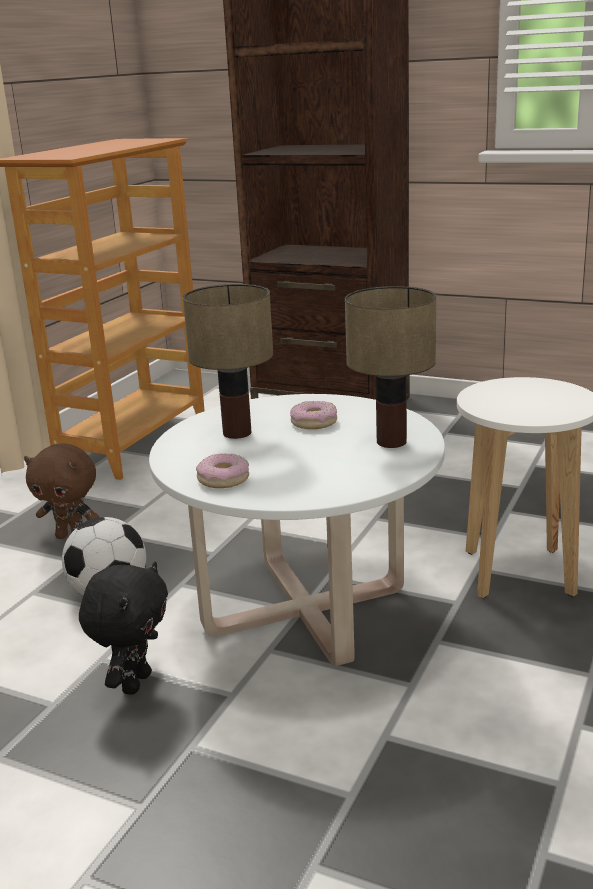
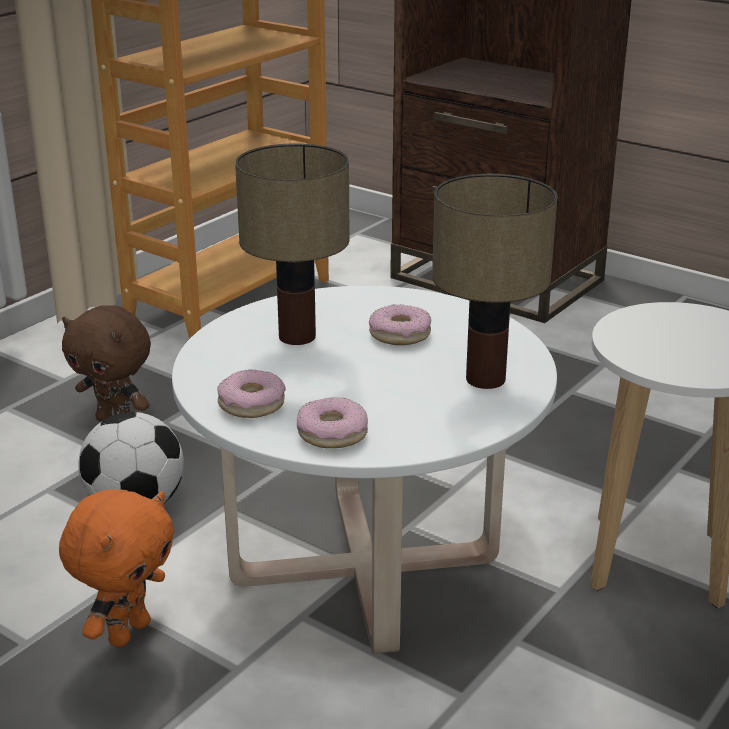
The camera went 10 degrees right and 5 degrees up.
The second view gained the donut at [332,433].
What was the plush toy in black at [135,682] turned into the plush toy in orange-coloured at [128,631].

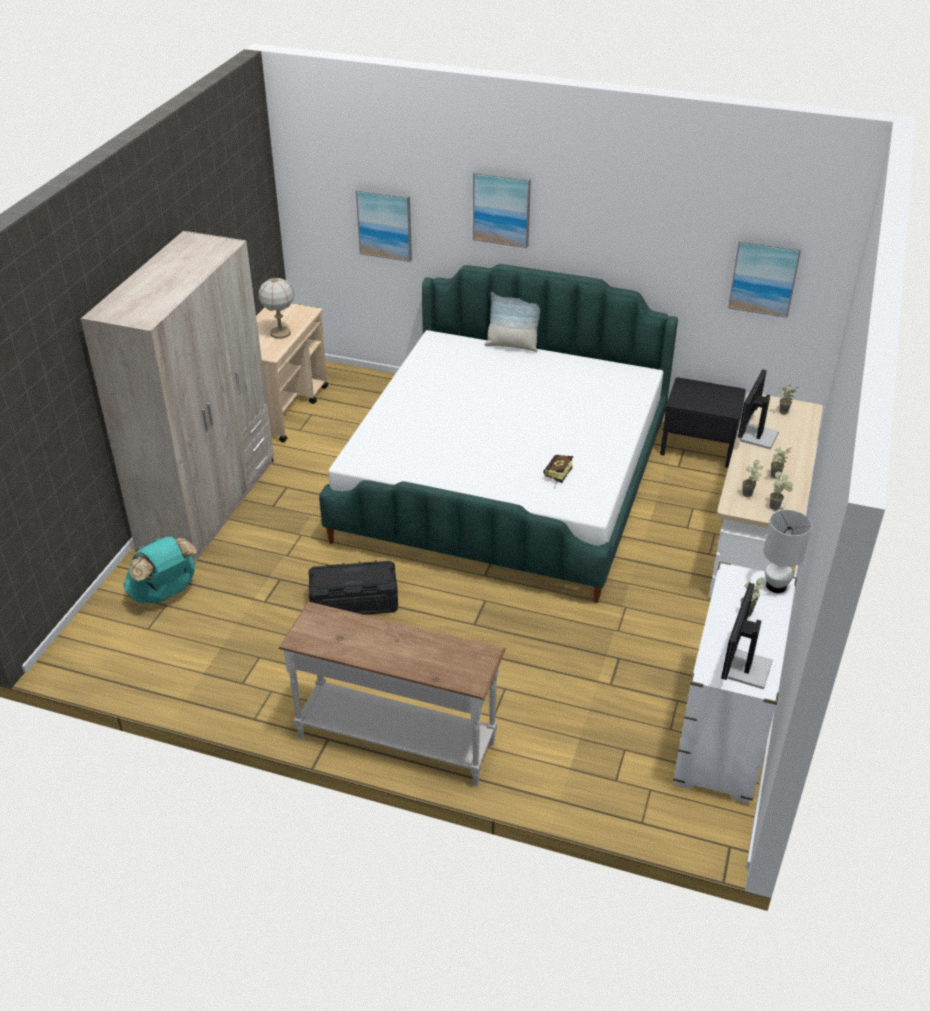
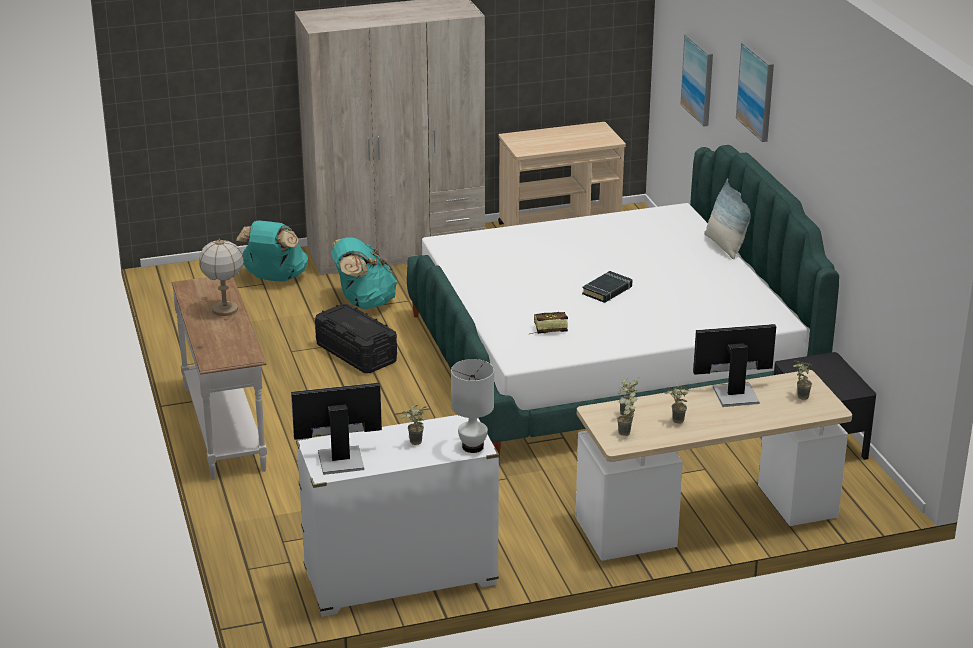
The camera went 55 degrees right and 10 degrees down.
The second view lost the wall art at [764,277].
The second view gained the rucksack in blue-green at [364,302].
The second view gained the bound book in black at [607,290].
The tabletop lamp ended up elsewhere, having gone from [280,333] to [225,309].

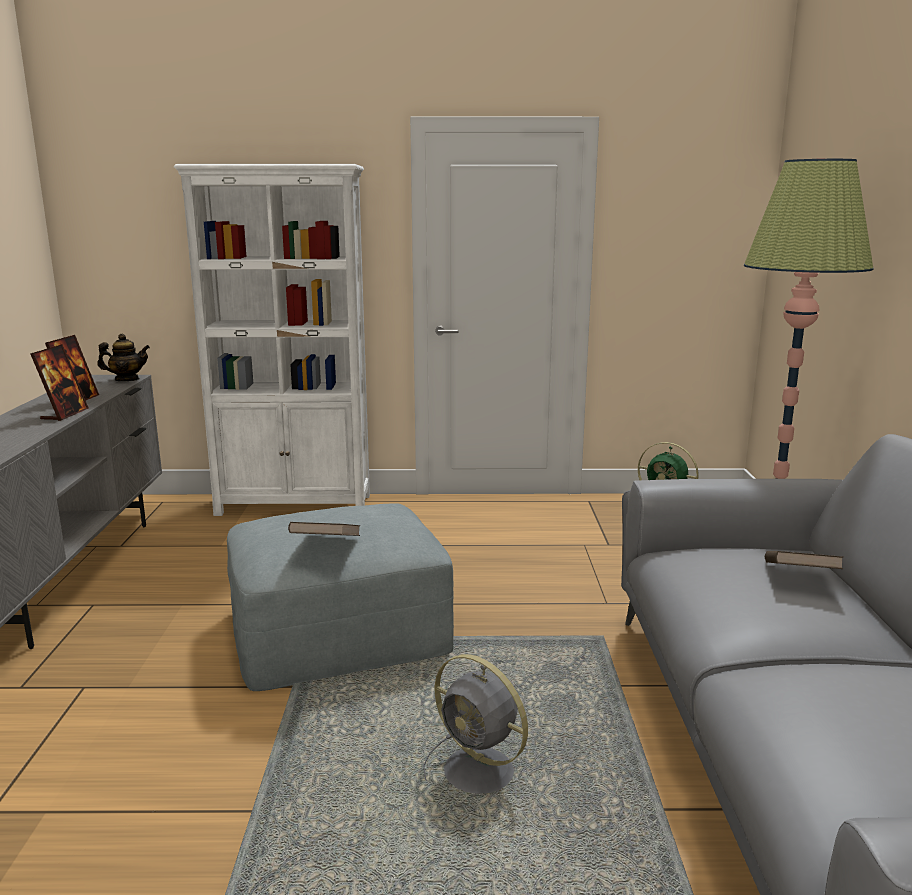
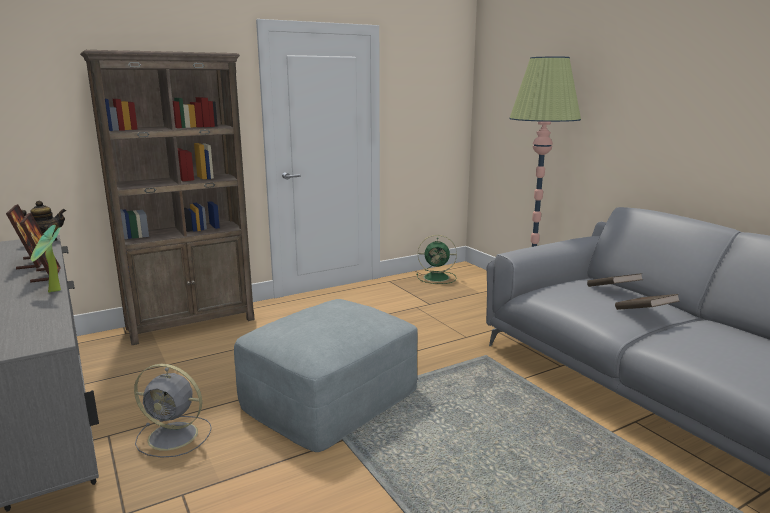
The camera went 30 degrees left and 0 degrees up.
The second view gained the houseplant at [53,292].
The bound book in brownish ended up elsewhere, having gone from [326,546] to [644,314].
The fan in gray ended up elsewhere, having gone from [481,772] to [175,436].
What was the shelving unit in whitish at [295,505] turned into the shelving unit in brownish at [192,323].

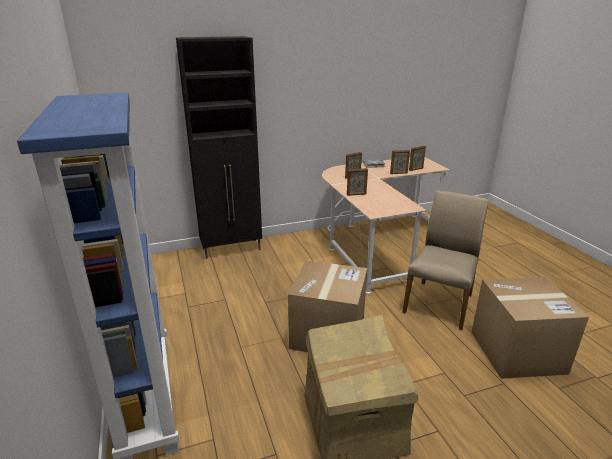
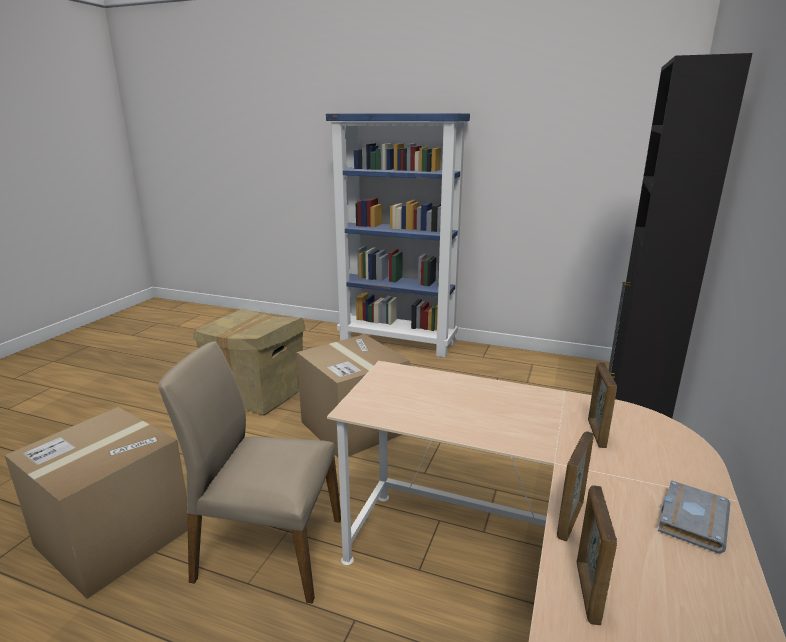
The camera went 130 degrees right and 5 degrees down.
The second view lost the photo frame at [356,194].
The plain chair in sand-coloured at [439,303] ended up facing another way, 120 degrees clockwise from before.

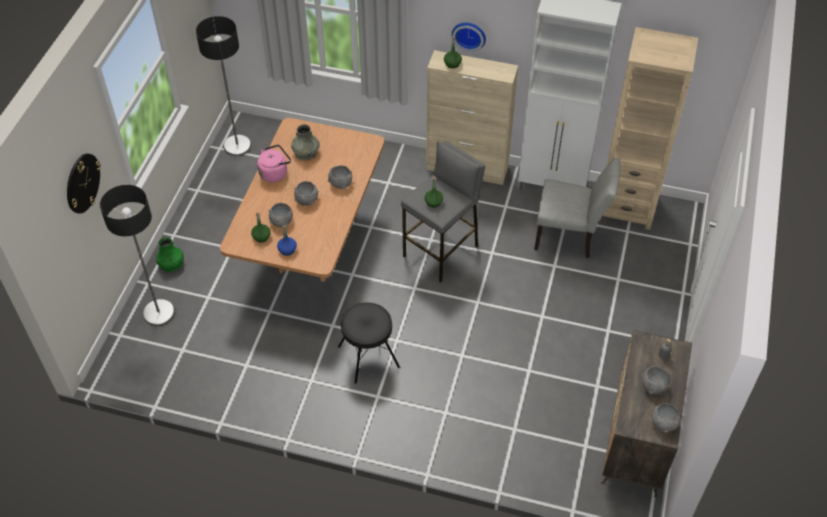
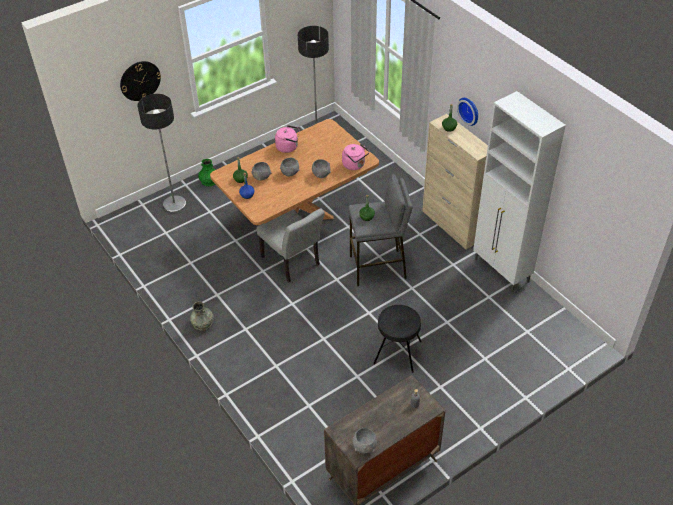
The camera went 40 degrees right and 5 degrees down.
The second view lost the shelving unit in sand-coloured at [626,207].
The second view lost the bowl in gray at [654,386].
The second view gained the kettle in pinkish at [355,165].
The vase in gray ended up elsewhere, having gone from [306,152] to [202,323].
The sitting stool in black ended up elsewhere, having gone from [368,356] to [397,352].
The plain chair in gray ended up elsewhere, having gone from [570,237] to [293,263].

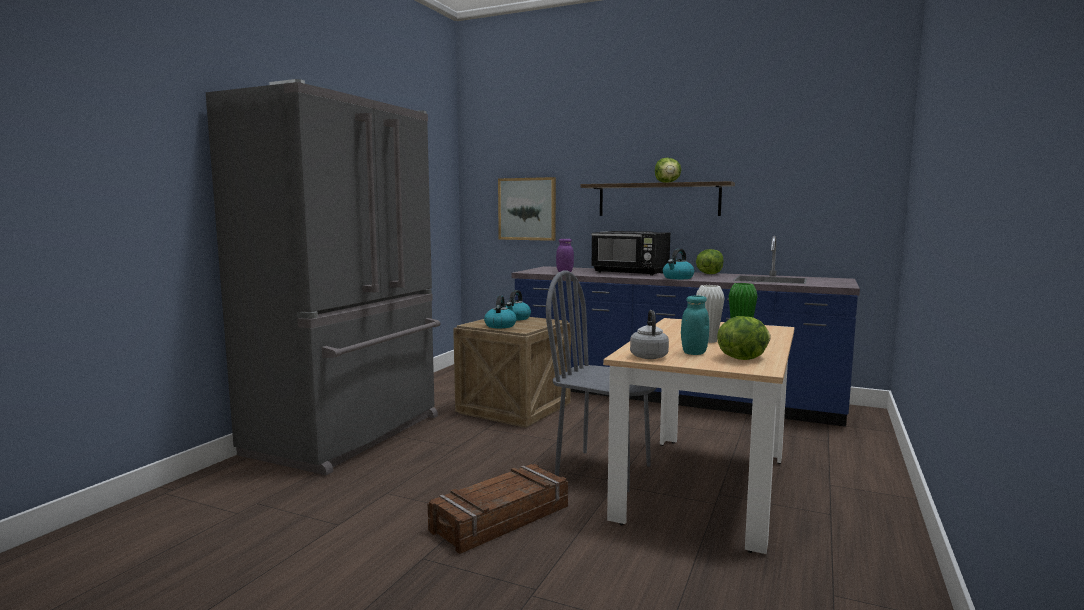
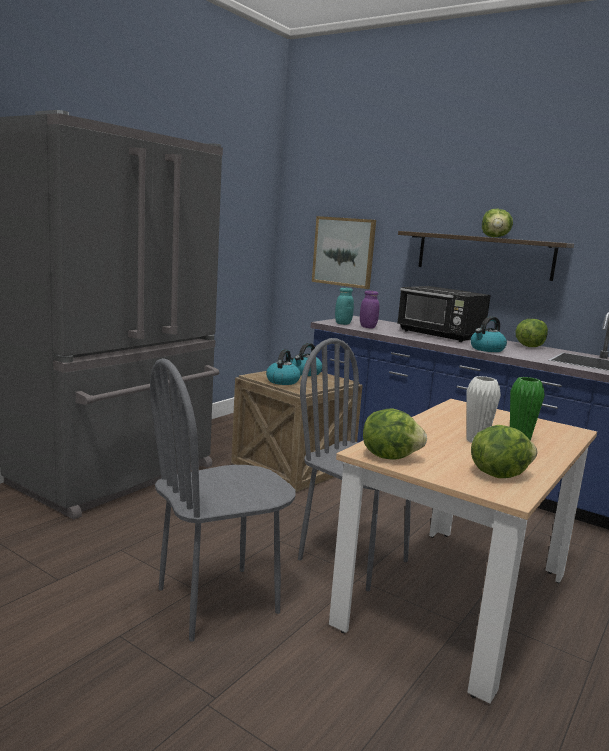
The camera went 10 degrees right and 5 degrees up.
The preserve jar in blue-green ended up elsewhere, having gone from [694,353] to [343,323].
Where the packing crate stood at [500,518], the plain chair in gray came to stand at [218,601].
Where the kettle in gray stood at [648,356], the lettuce head came to stand at [390,456].

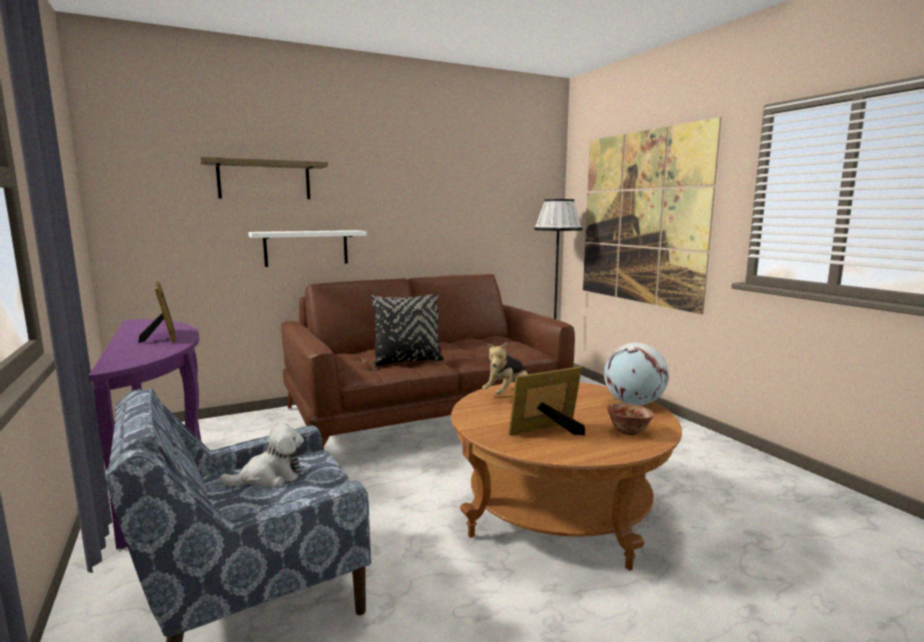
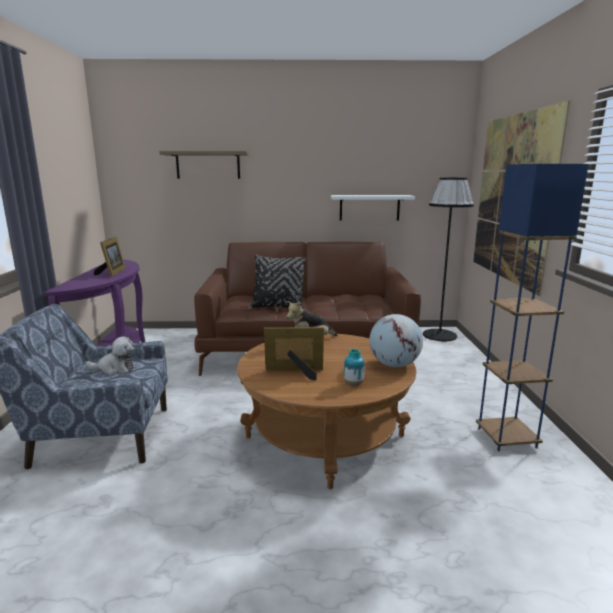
The camera went 25 degrees right and 5 degrees up.
The second view gained the standing lamp in blue-coloured at [506,438].
The shelf in whitish ended up elsewhere, having gone from [306,248] to [369,207].
Where the bowl stood at [628,431], the vase came to stand at [353,384].

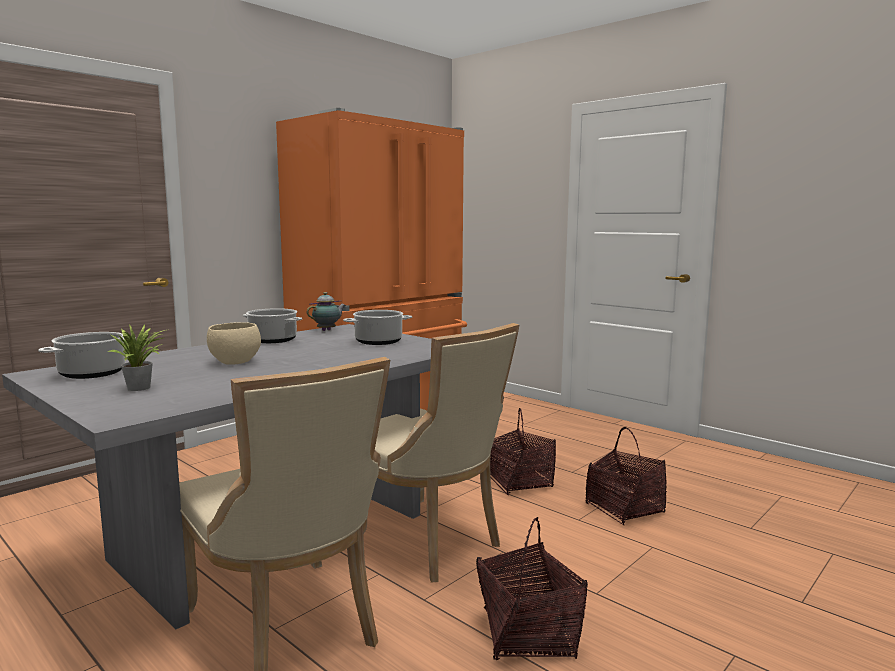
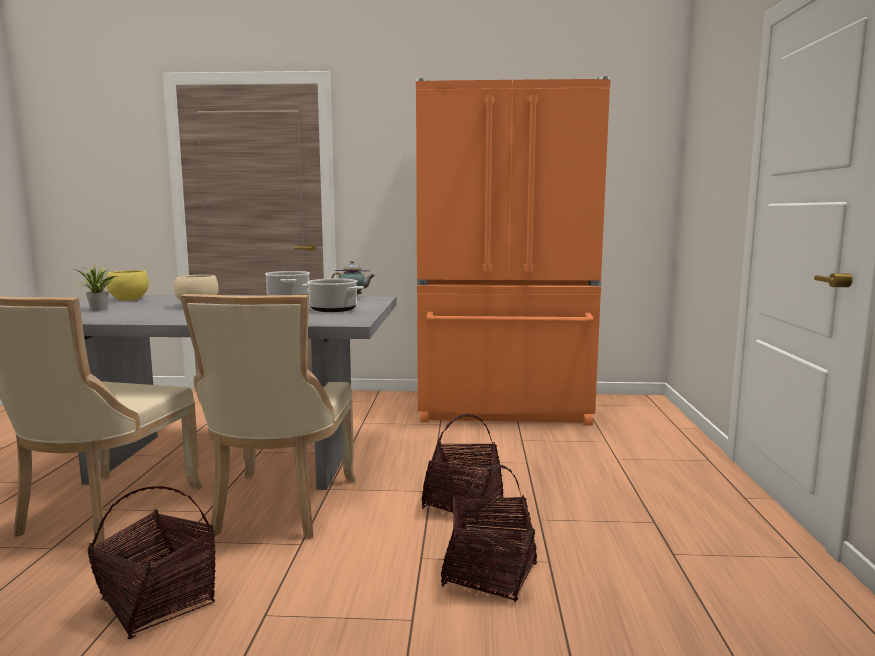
The camera went 50 degrees right and 0 degrees up.
Where the saucepot stood at [91,373], the bowl in yellow came to stand at [128,300].

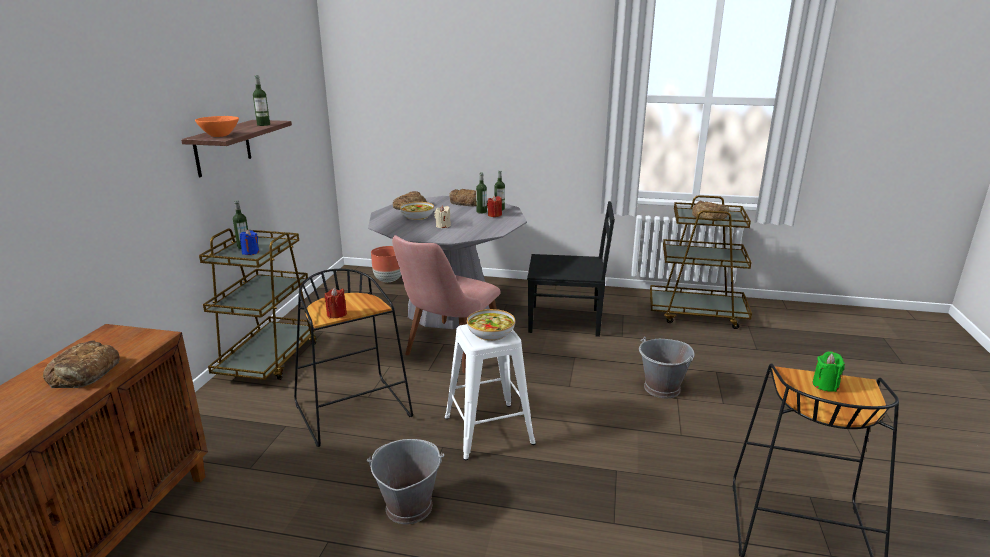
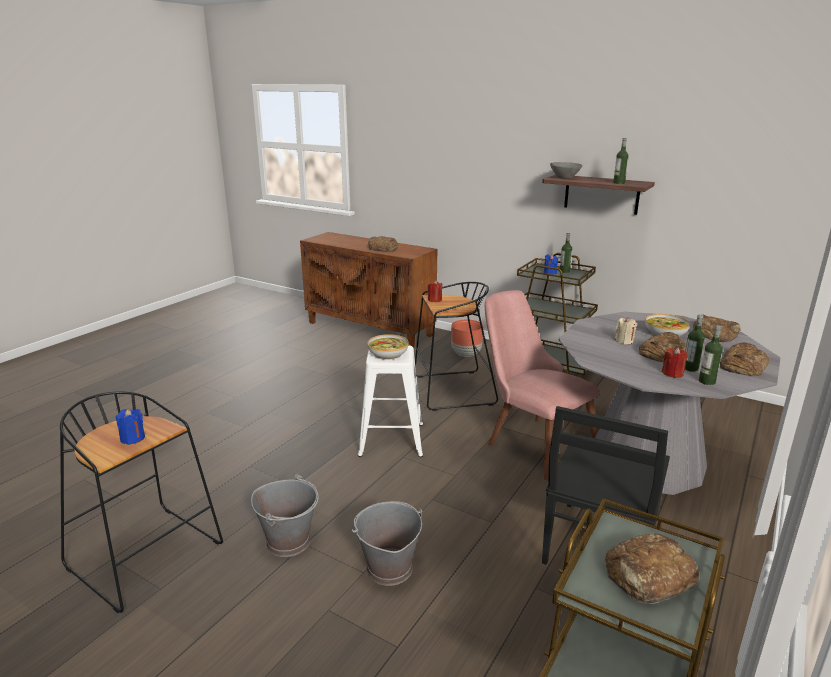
The camera went 110 degrees right and 0 degrees up.
The second view gained the baked bread at [662,353].
The pail in gray ended up elsewhere, having gone from [408,506] to [289,541].
The plant pot in brownish ended up elsewhere, having gone from [389,280] to [466,354].
What was the bowl in orange-coloured at [220,135] turned into the bowl in gray at [565,178].
What was the wax candle in greenish at [825,385] turned into the wax candle in blue-coloured at [132,438].

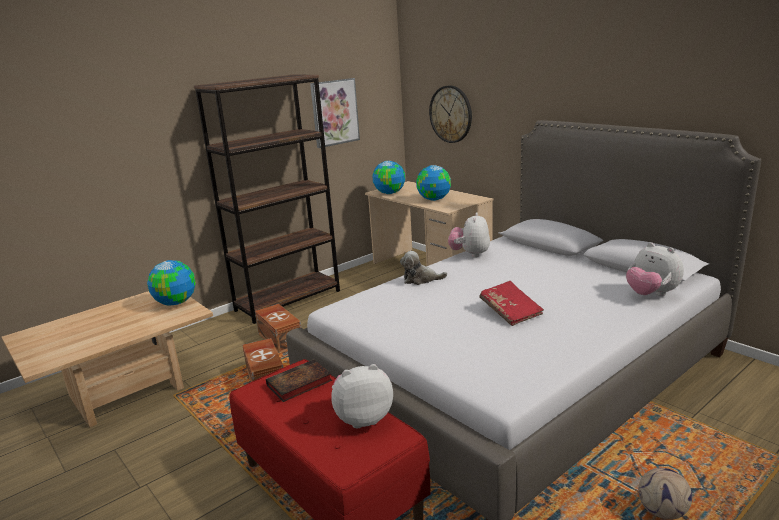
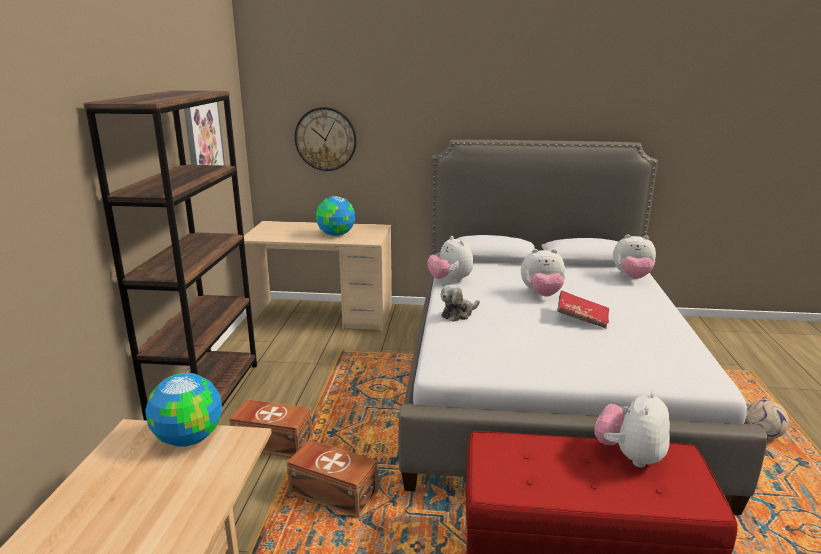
The camera went 45 degrees left and 0 degrees up.
The second view lost the bound book at [298,384].
The second view lost the desk globe at [389,193].
The second view gained the plush toy at [542,294].

